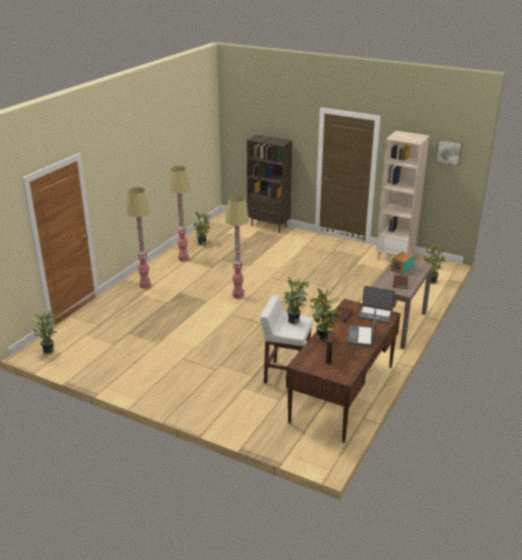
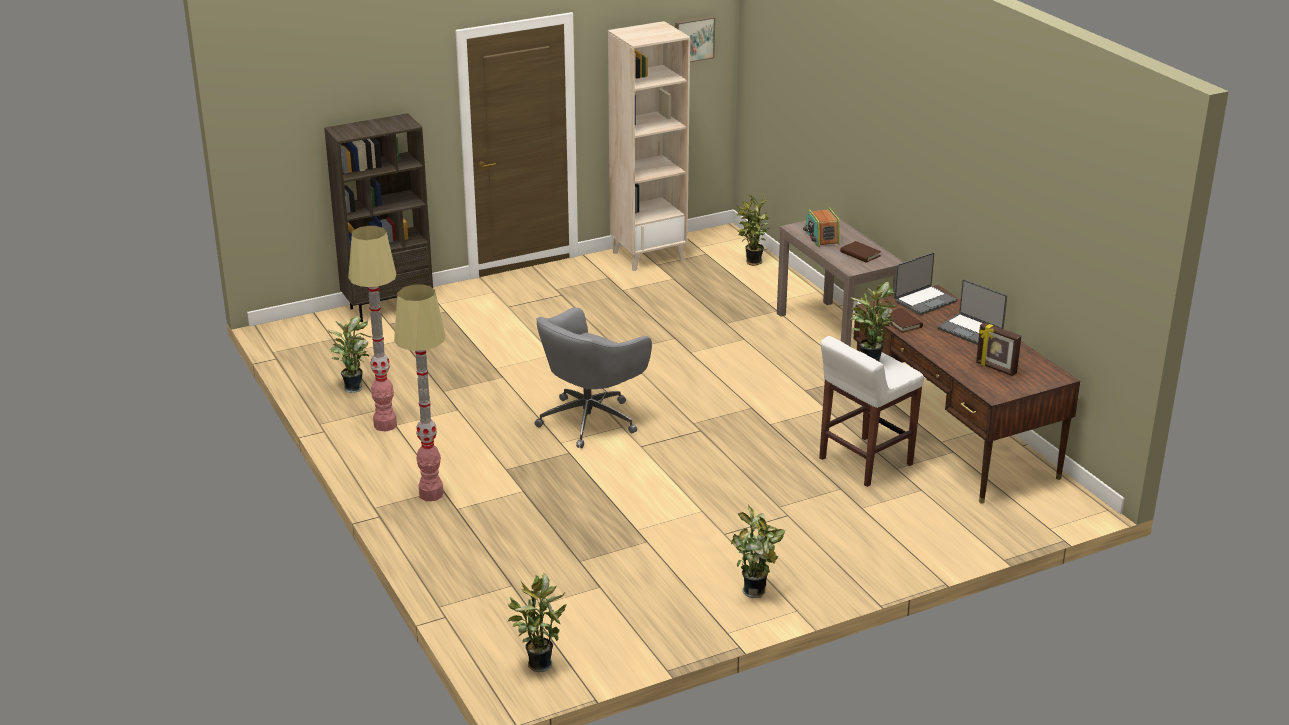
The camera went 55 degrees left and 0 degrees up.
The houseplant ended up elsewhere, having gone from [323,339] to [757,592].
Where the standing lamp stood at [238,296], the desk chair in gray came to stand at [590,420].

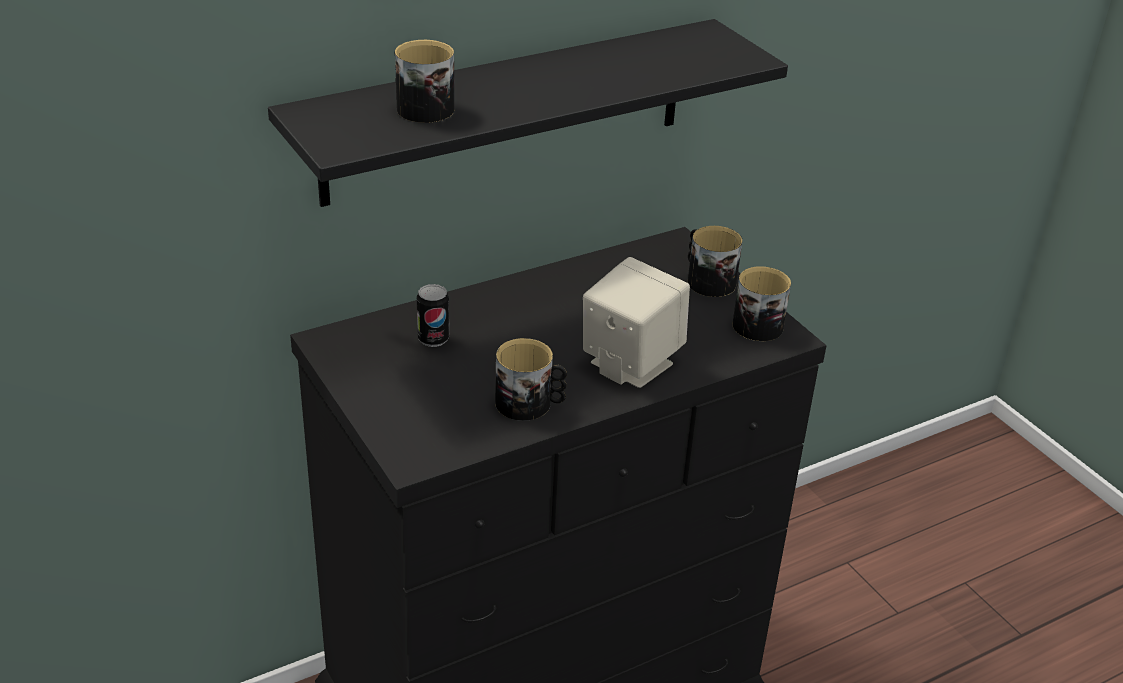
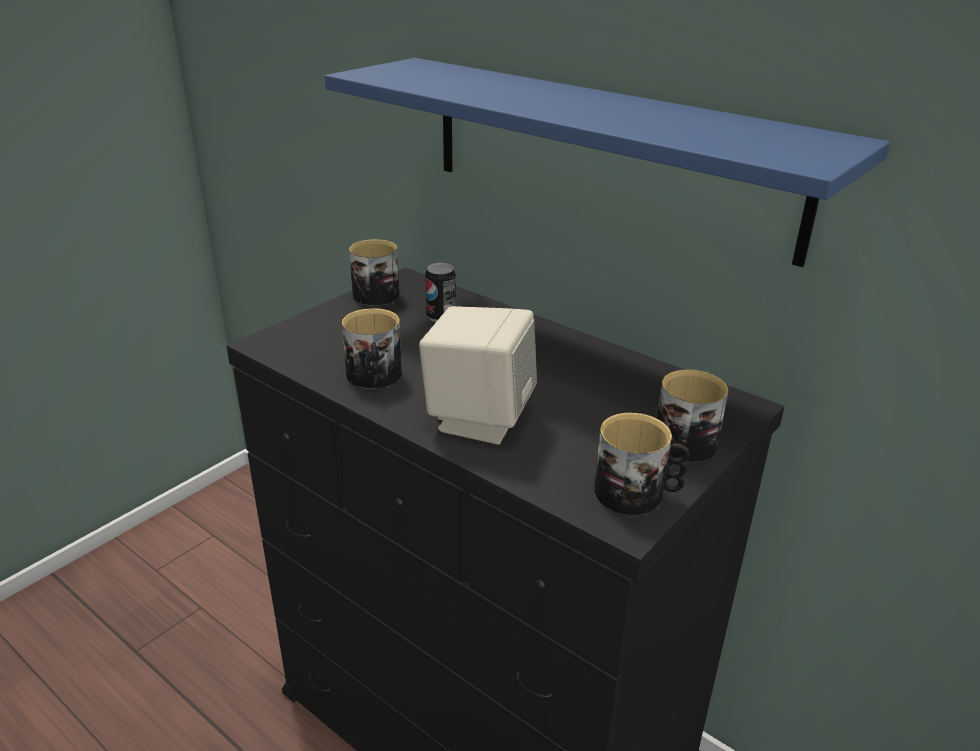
The camera went 70 degrees right and 5 degrees down.
The coffee mug ended up elsewhere, having gone from [420,106] to [379,292].
What was the shelf in black at [507,111] turned into the shelf in blue-coloured at [606,153].

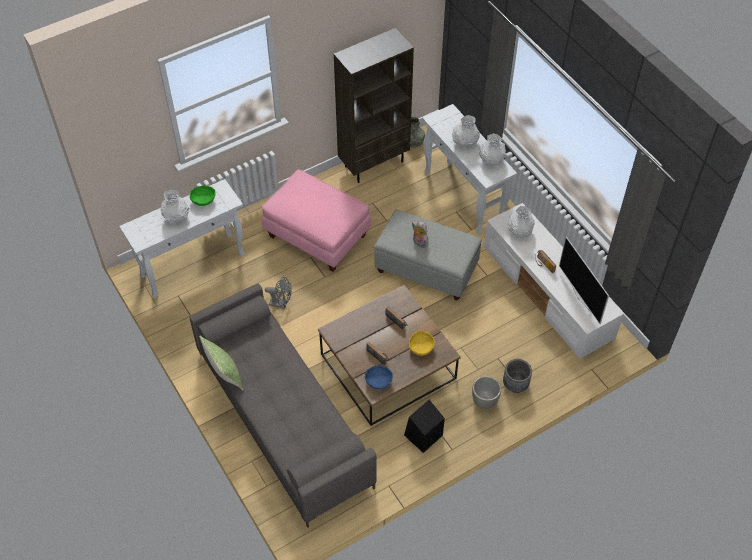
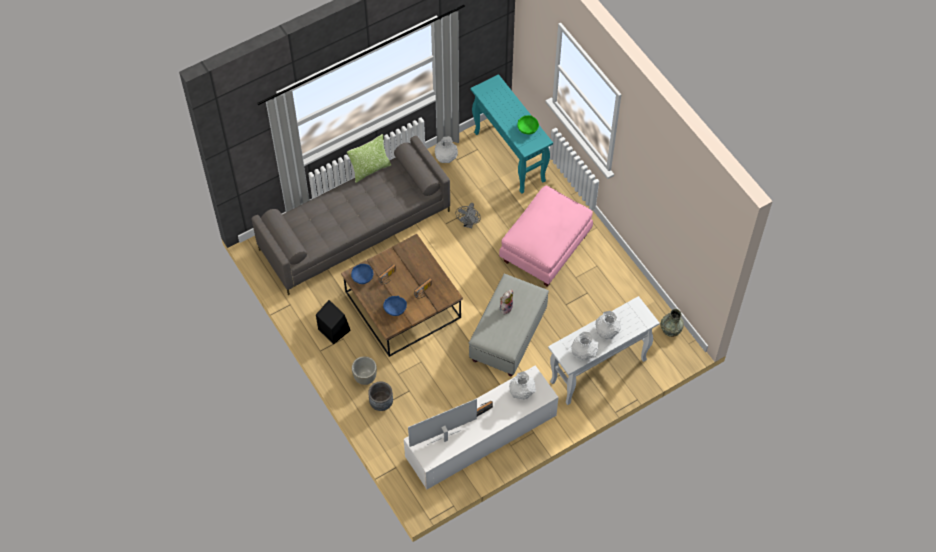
The camera went 90 degrees right and 5 degrees up.
The second view lost the shelving unit in brownish at [374,163].
The vase in whitish ended up elsewhere, having gone from [176,217] to [446,158].
What was the hall table in whitish at [193,265] turned into the hall table in blue-green at [510,157].
What was the bowl in yellow at [421,348] turned into the bowl in blue-coloured at [395,309].

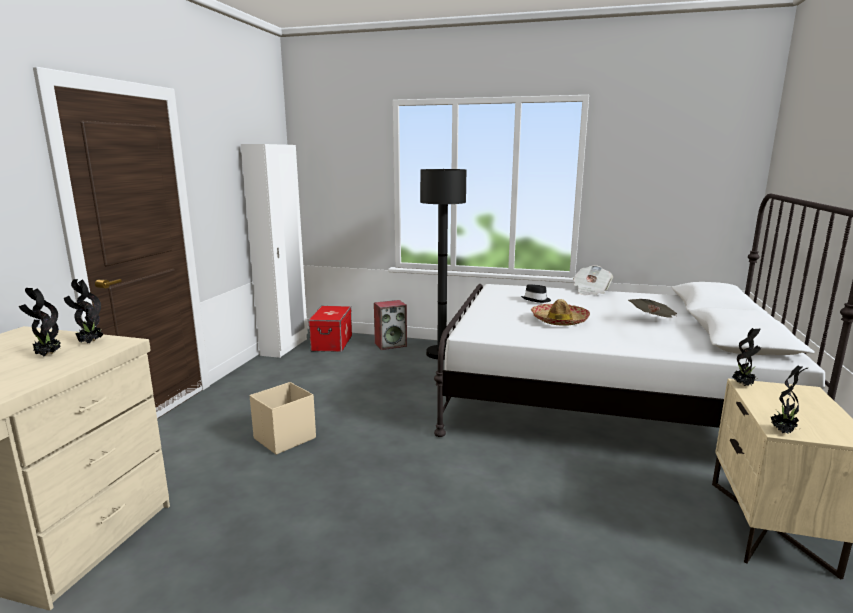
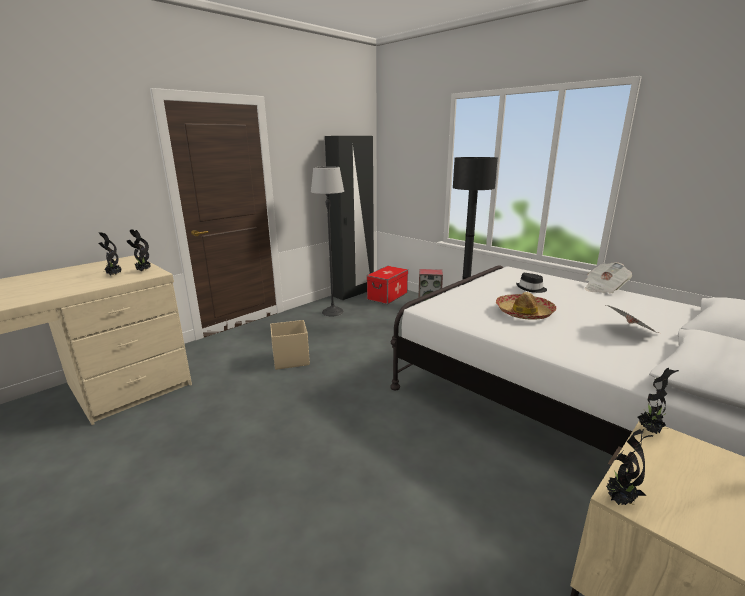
The camera went 30 degrees right and 5 degrees up.
The second view gained the standing lamp at [333,312].
What was the clothes cupboard in whitish at [285,347] turned into the clothes cupboard in black at [353,293].

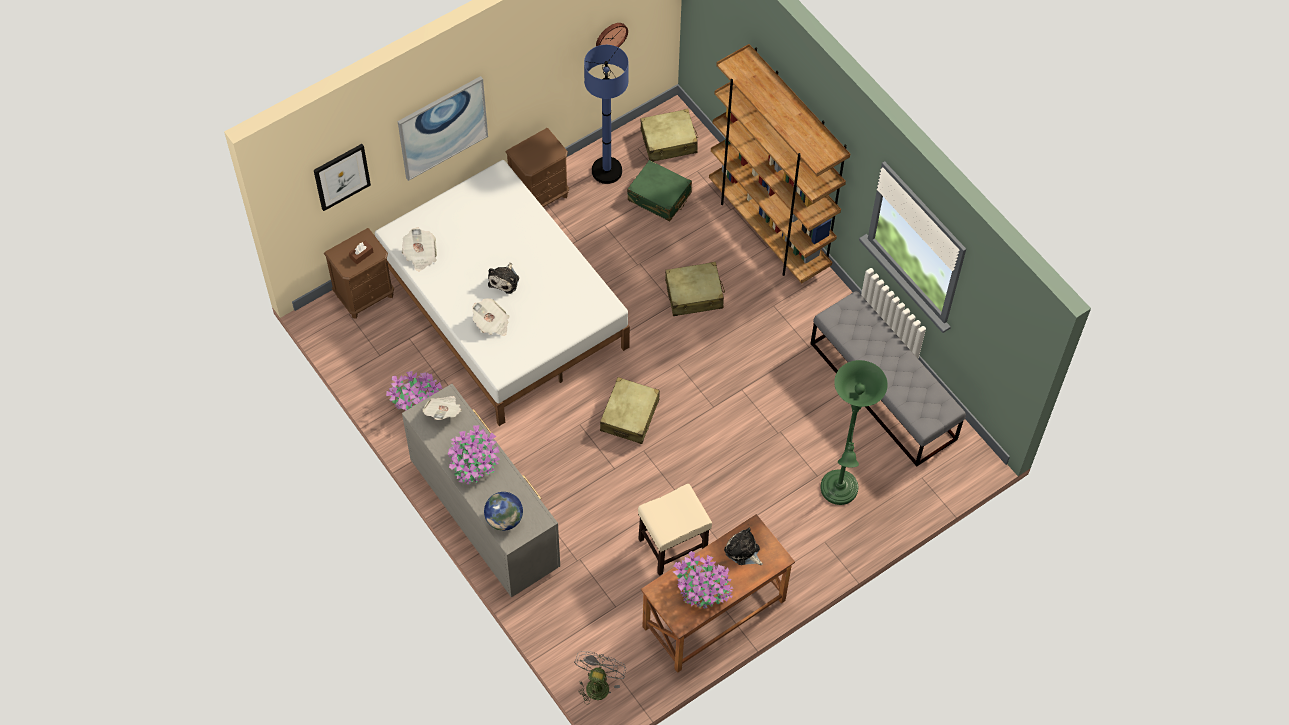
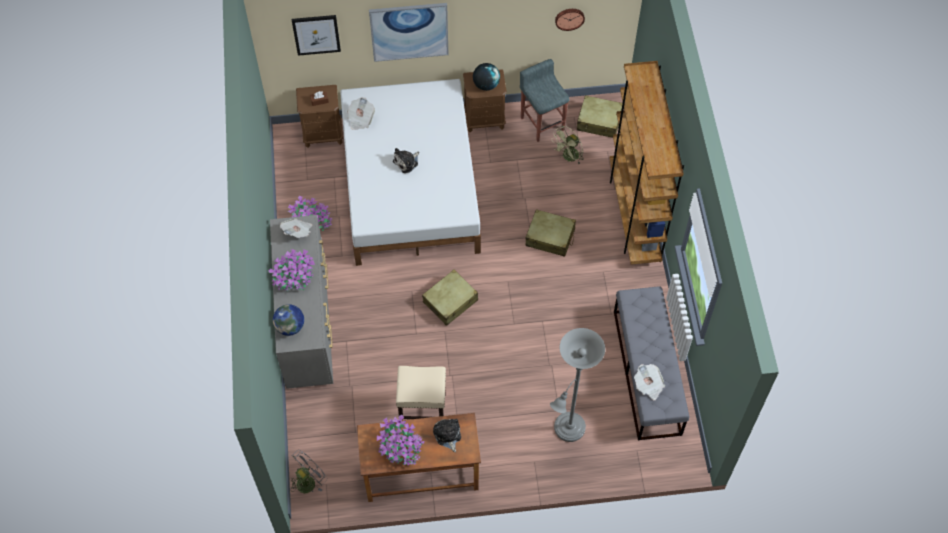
The camera went 30 degrees right and 0 degrees up.
The second view gained the desk globe at [486,85].
The newspaper ended up elsewhere, having gone from [491,323] to [648,385].
Where the standing lamp in blue-coloured stood at [606,171], the sitting stool in gray came to stand at [542,123].
Where the travel case in greenish stood at [659,197], the fan in greenish came to stand at [568,157].
What was the standing lamp in greenish at [838,492] turned into the standing lamp in gray at [567,430].

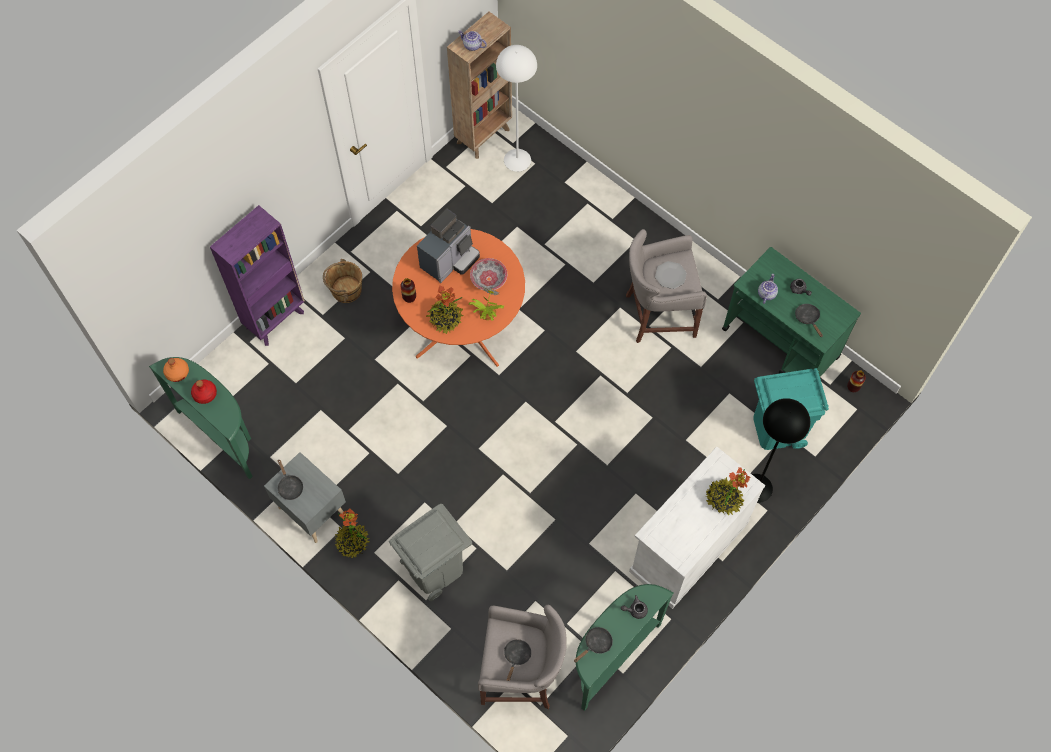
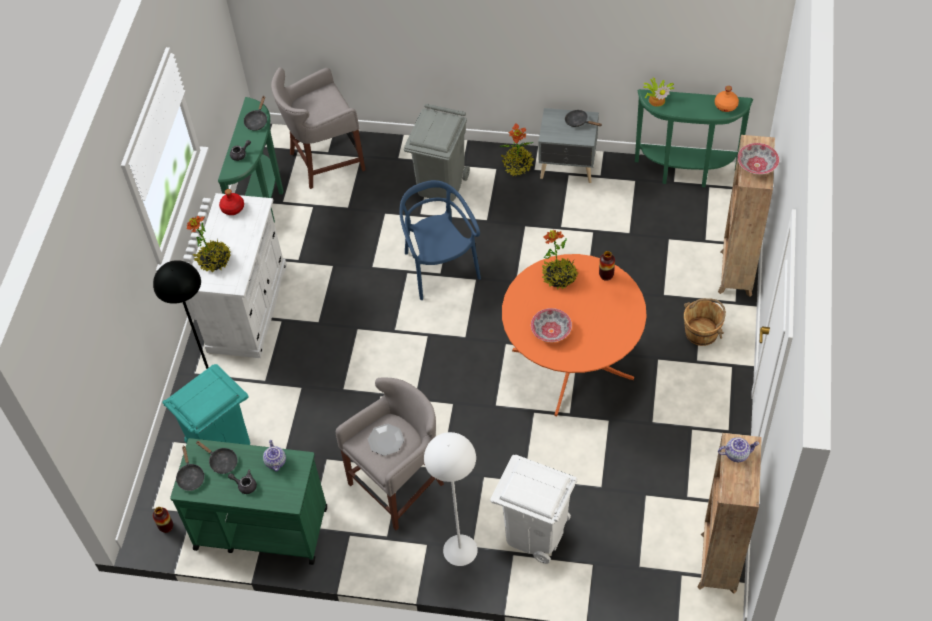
The camera went 150 degrees right and 10 degrees down.
The second view lost the coffee machine at [450,260].
The second view gained the plain chair in blue-coloured at [440,268].
The second view gained the rubbish bin in whitish at [535,533].
The second view gained the bowl at [757,165].
The bottle in red-coloured ended up elsewhere, having gone from [205,394] to [232,208].
The houseplant ended up elsewhere, having gone from [486,313] to [657,99].
The standing lamp in whitish ended up elsewhere, having gone from [517,159] to [460,550].
The frying pan in black ended up elsewhere, having gone from [516,657] to [190,477].
What was the shelving unit in purple-coloured at [276,319] turned into the shelving unit in brownish at [735,274].

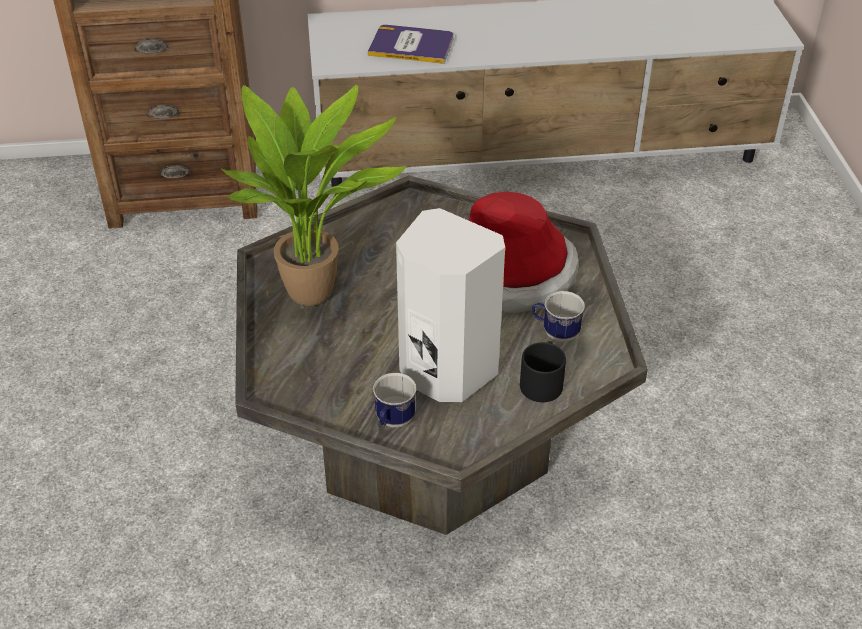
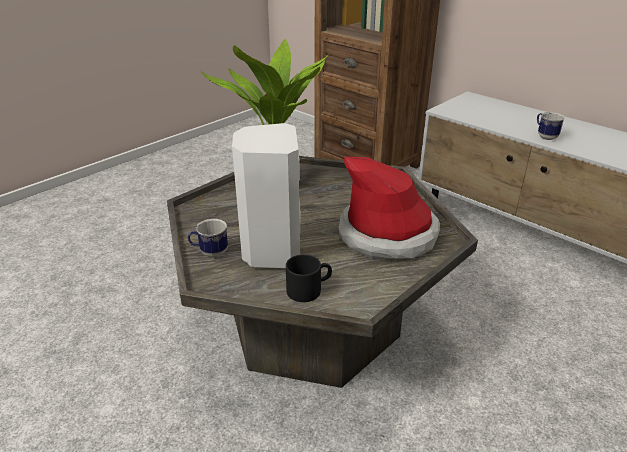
The camera went 50 degrees right and 10 degrees down.
The second view lost the bound book at [411,45].
The coffee mug ended up elsewhere, having gone from [555,333] to [544,136].

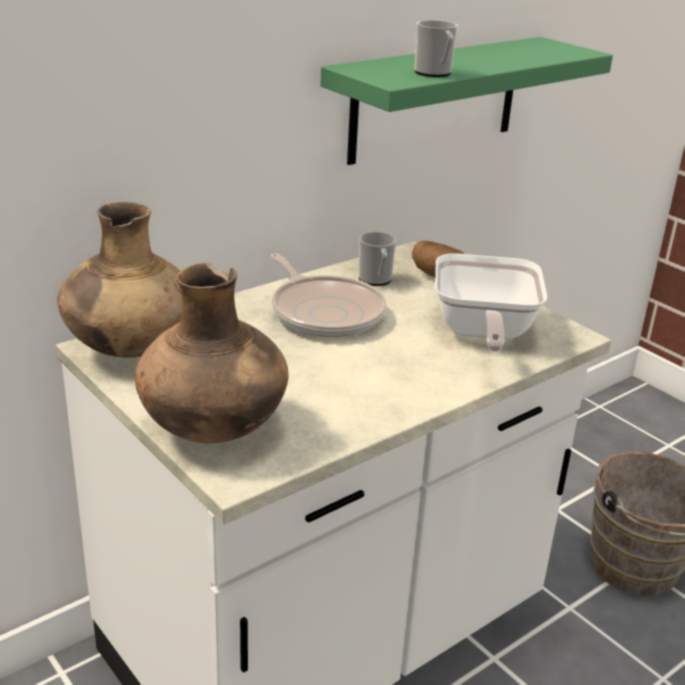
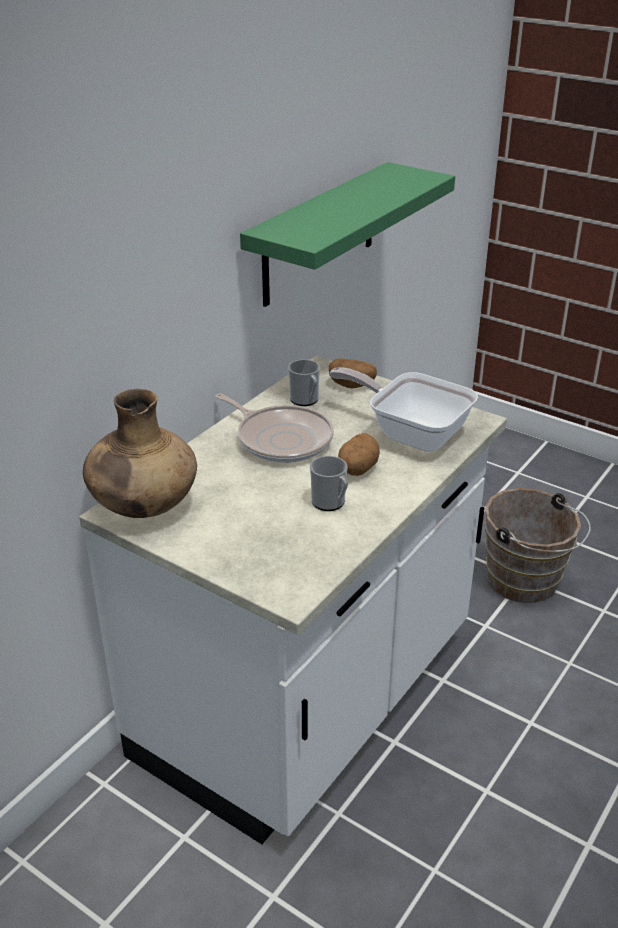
The camera went 15 degrees left and 5 degrees up.
The second view lost the vase in brownish at [214,429].
The second view gained the spud at [357,469].
The coffee mug ended up elsewhere, having gone from [434,73] to [330,503].
The frying pan at [482,333] ended up facing another way, 135 degrees clockwise from before.

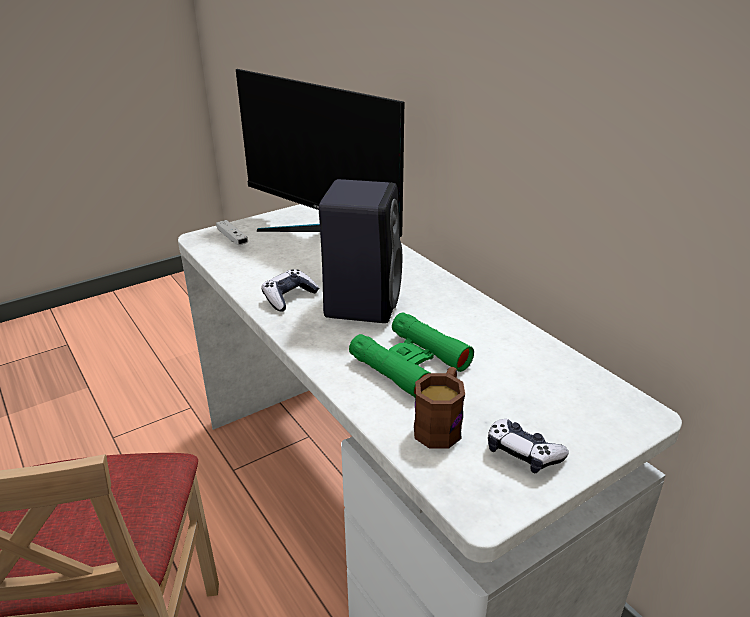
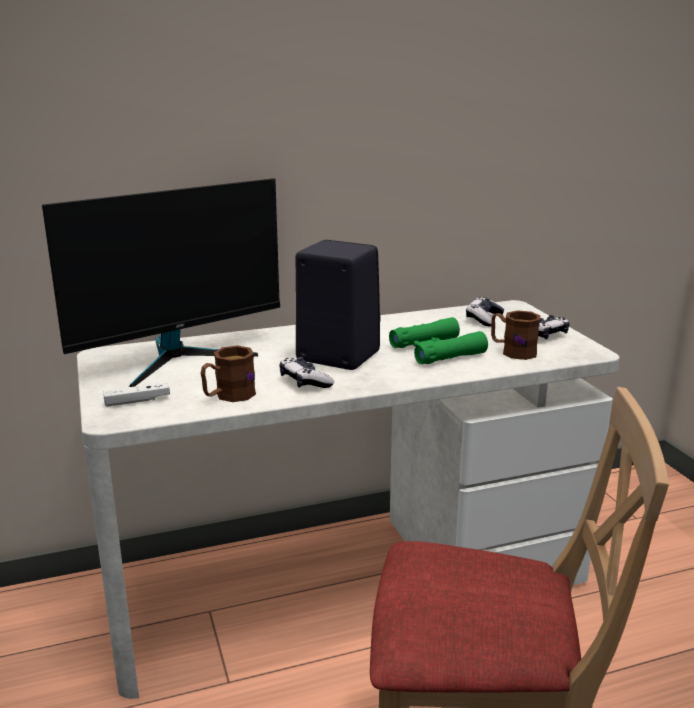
The camera went 75 degrees left and 10 degrees down.
The second view gained the coffee mug in brownish at [228,396].
The second view gained the game controller at [484,319].

